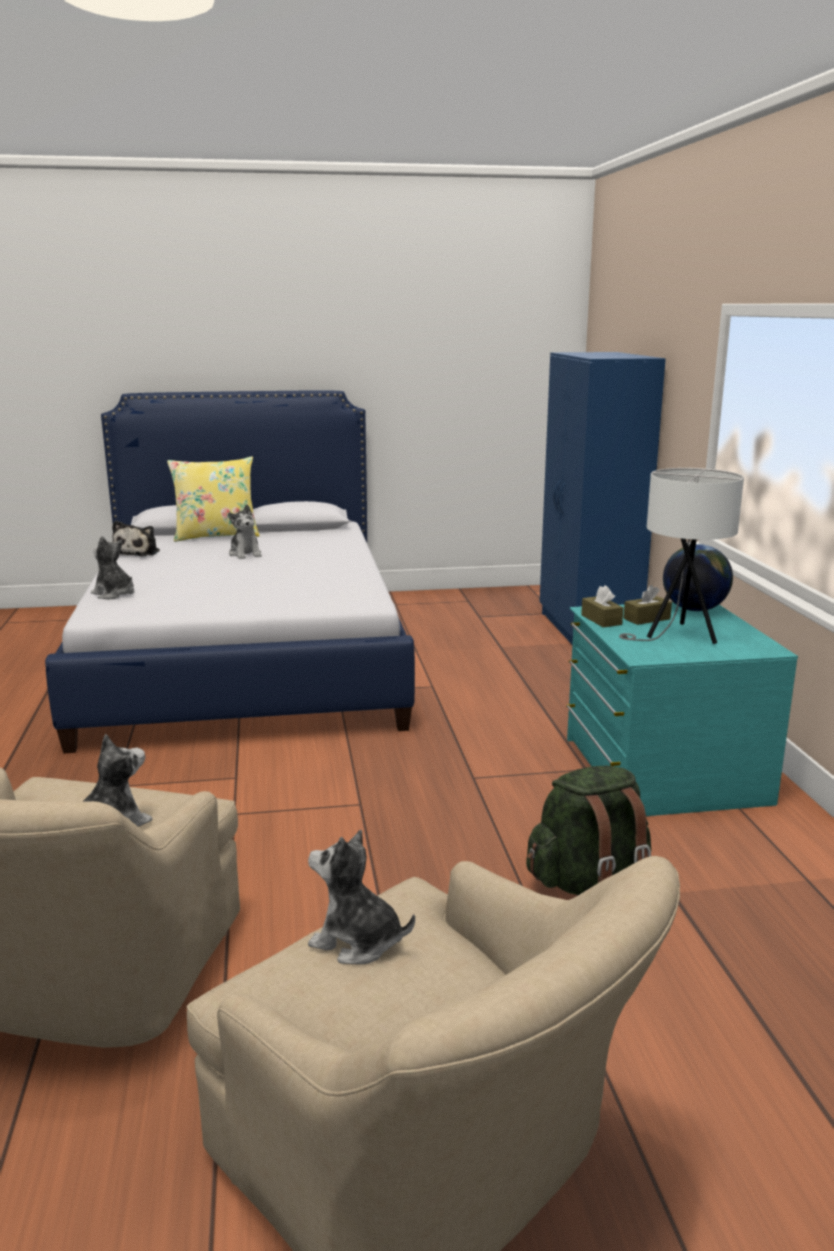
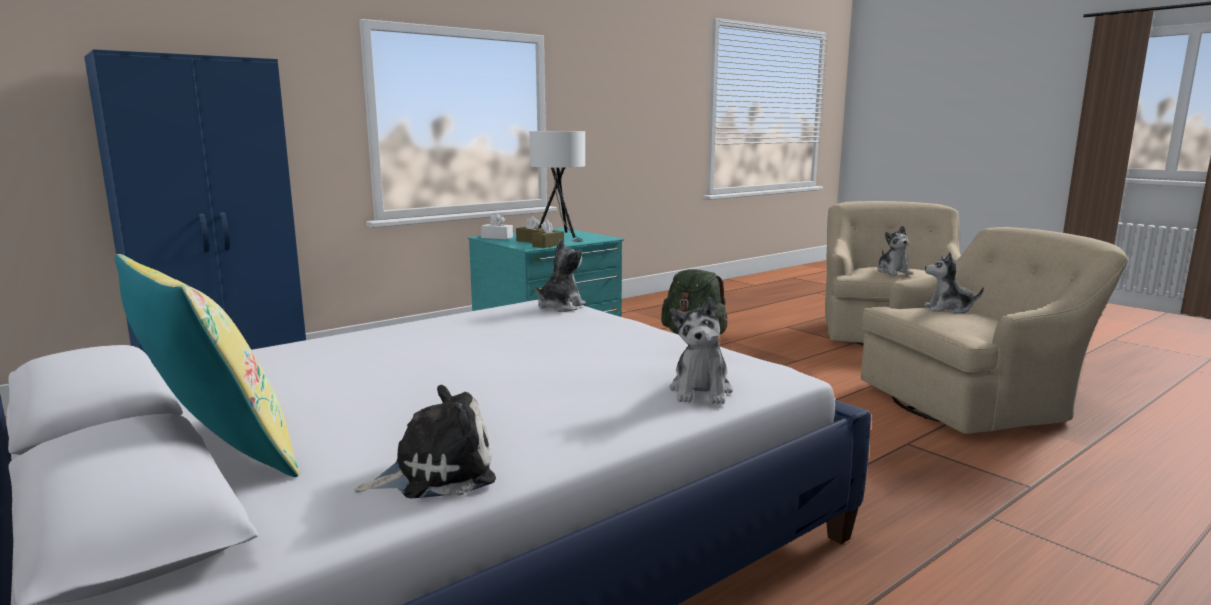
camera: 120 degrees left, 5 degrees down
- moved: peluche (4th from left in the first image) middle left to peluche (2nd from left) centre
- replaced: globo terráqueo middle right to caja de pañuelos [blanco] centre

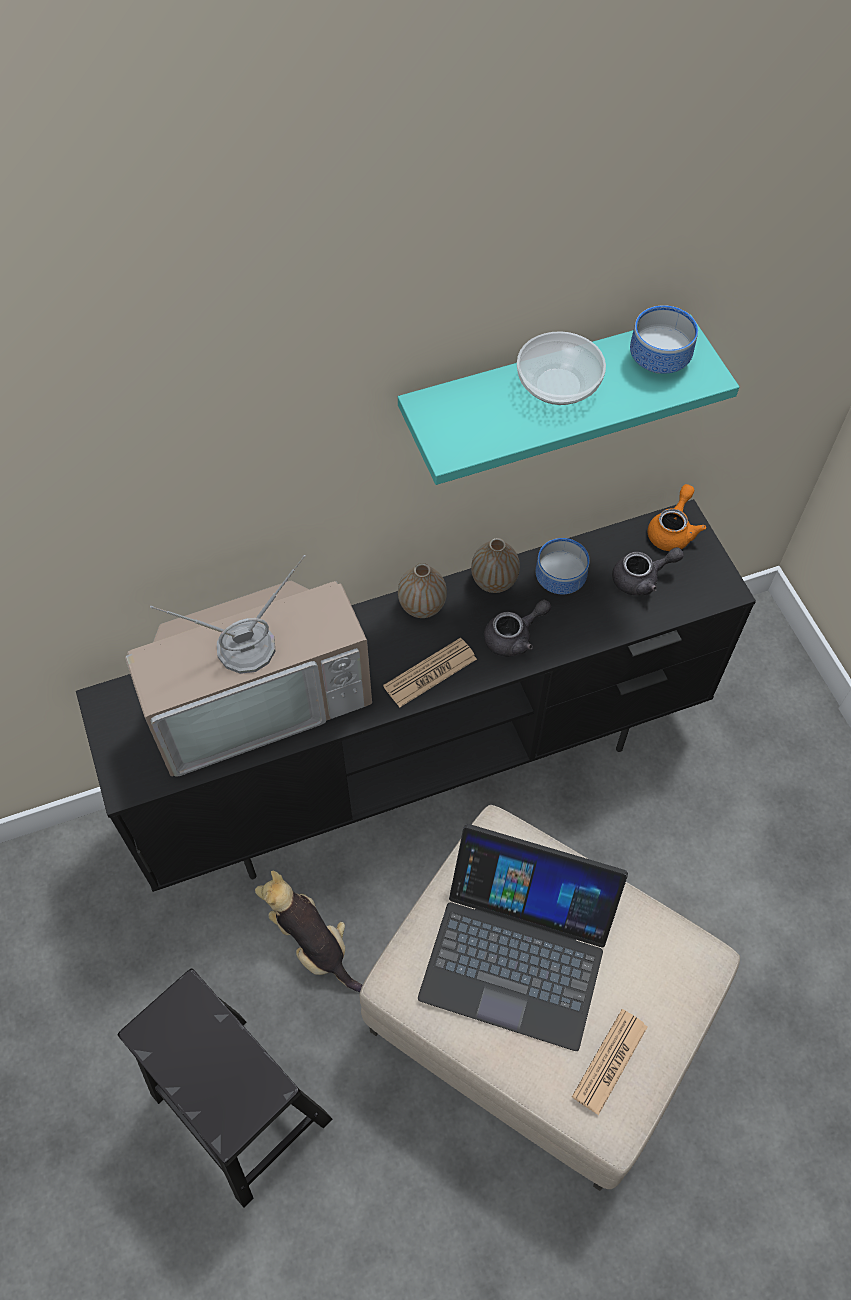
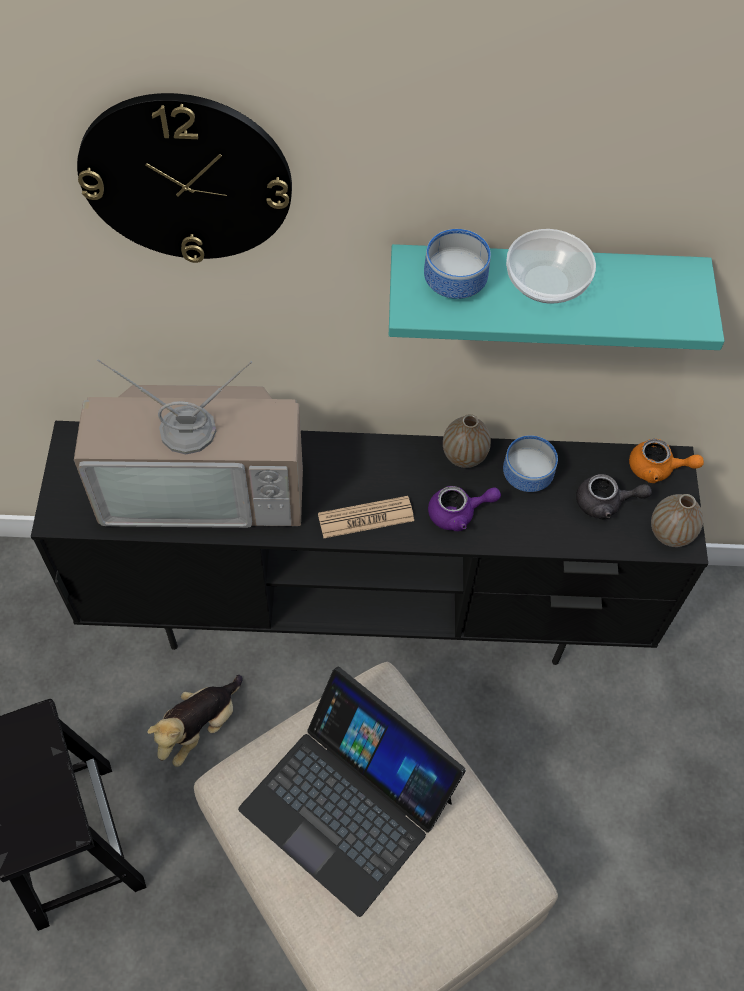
camera: 20 degrees right, 0 degrees up
- turned: peluche bottom centre = bottom left 120 degrees counterclockwise
- moved: florero (1st from left in the first image) centre to florero (2nd from left) middle right
- recoloured: tetera [gris] (1st from left) centre to tetera [morado] centre
- removed: periódico (2nd from left) bottom right
- moved: cuenco (3rd from left in the first image) top right to cuenco (1st from left) top centre
- turned: tetera [naranja] middle right = middle right 60 degrees clockwise
- added: reloj de pared top left

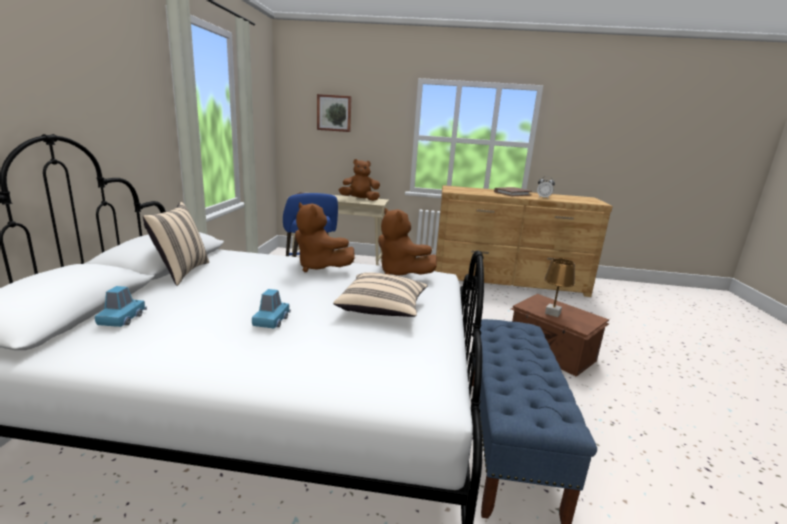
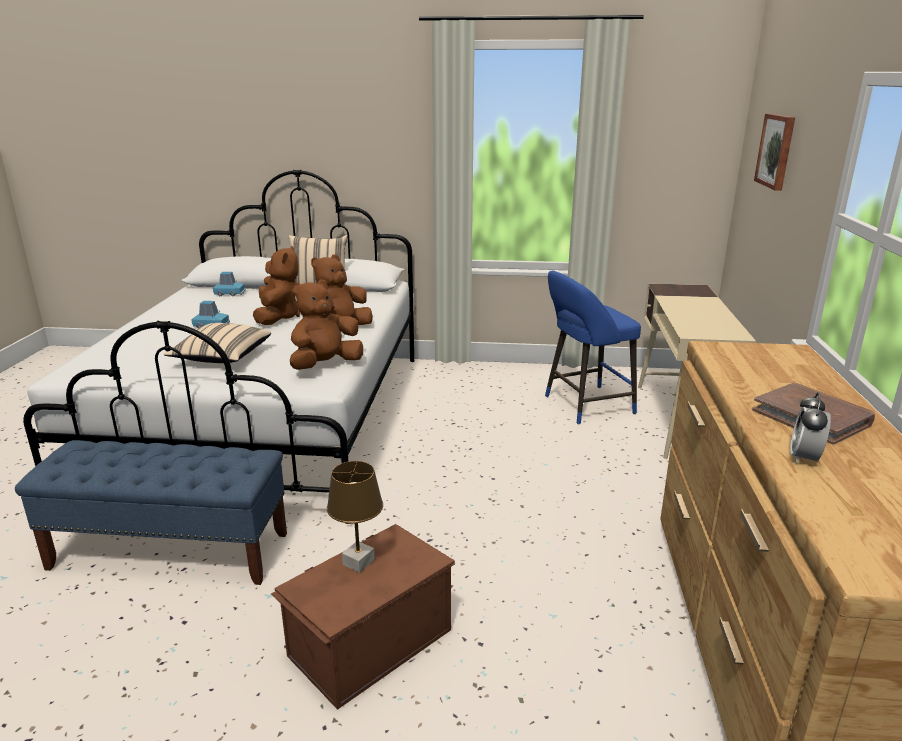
camera: 90 degrees right, 5 degrees up
- moved: peluche [marrón] (2nd from left in the first image) centre to peluche [marrón] (1st from left) middle left

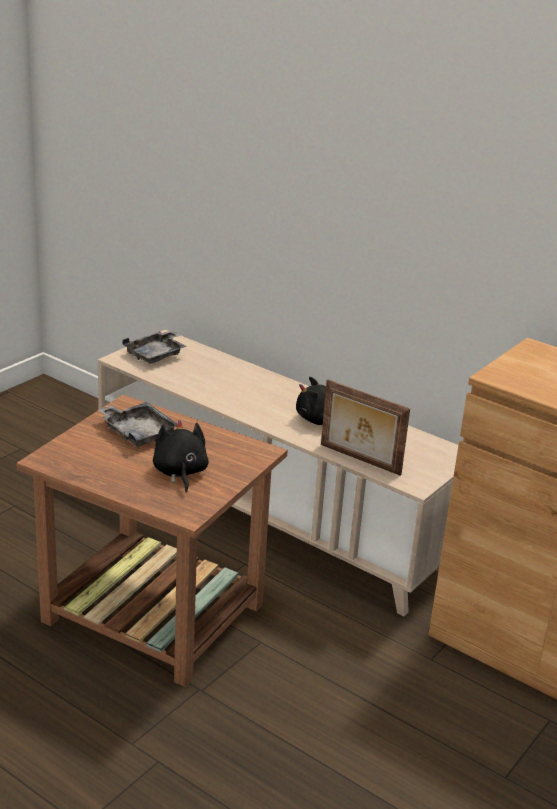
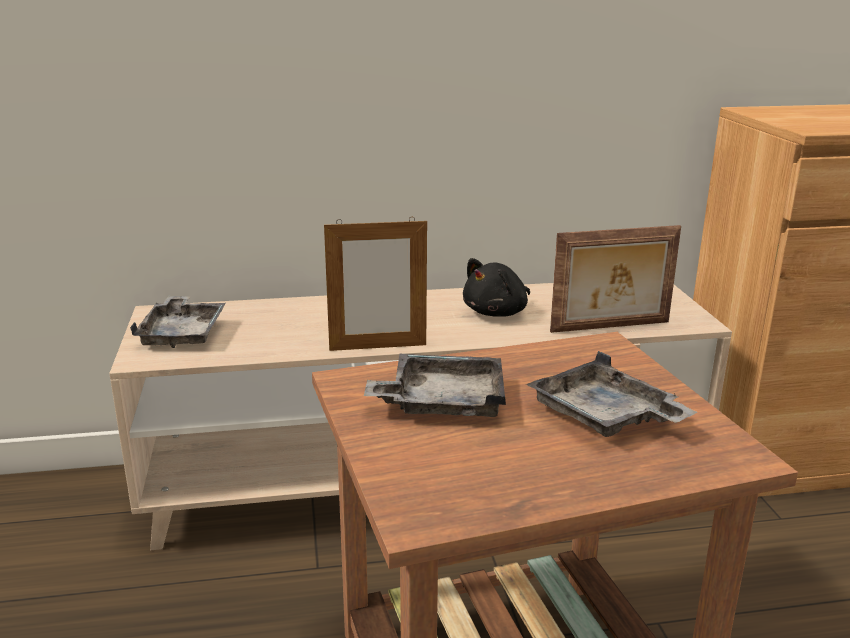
camera: 45 degrees left, 5 degrees down
- replaced: peluche [negro] (1st from left) middle left to bandeja [gris] (3rd from left) middle right
- added: portarretratos (1st from left) centre

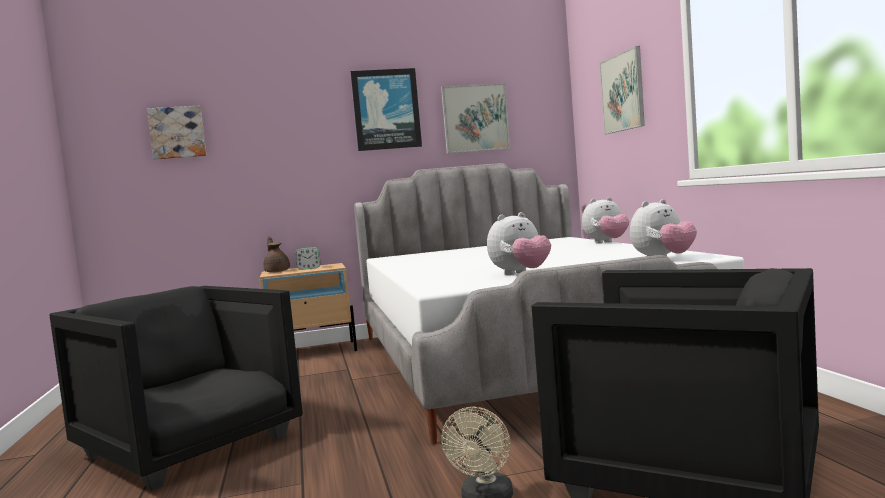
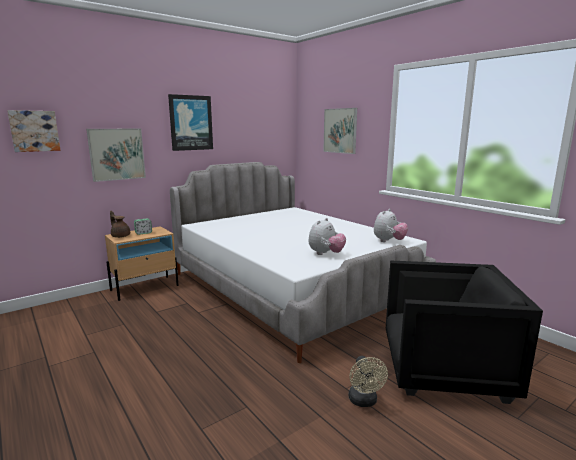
camera: 25 degrees left, 10 degrees up
- removed: sillón [negro] (1st from left) bottom left
- moved: cuadro (3rd from left in the first image) top centre to cuadro (2nd from left) middle left
- removed: peluche (2nd from left) middle right

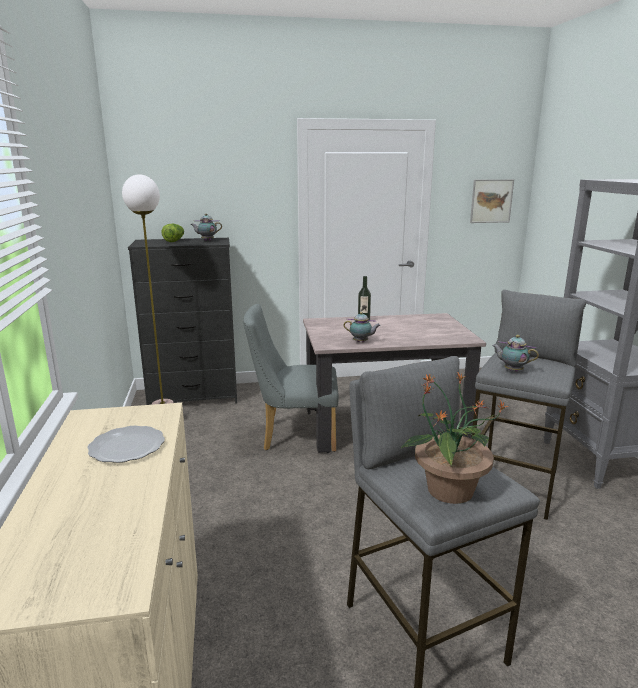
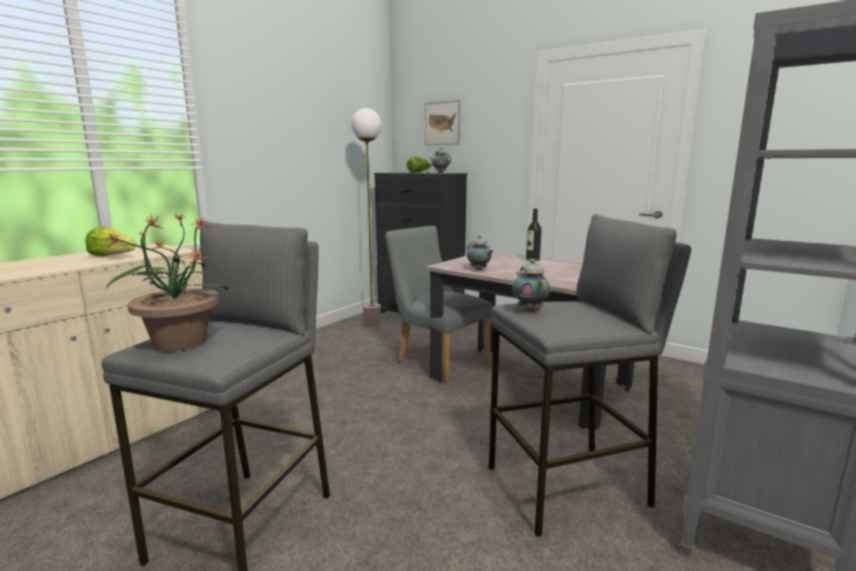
camera: 45 degrees right, 5 degrees down
- replaced: plato middle left to lechuga (1st from left) middle left
- moved: cuadro top right to top centre

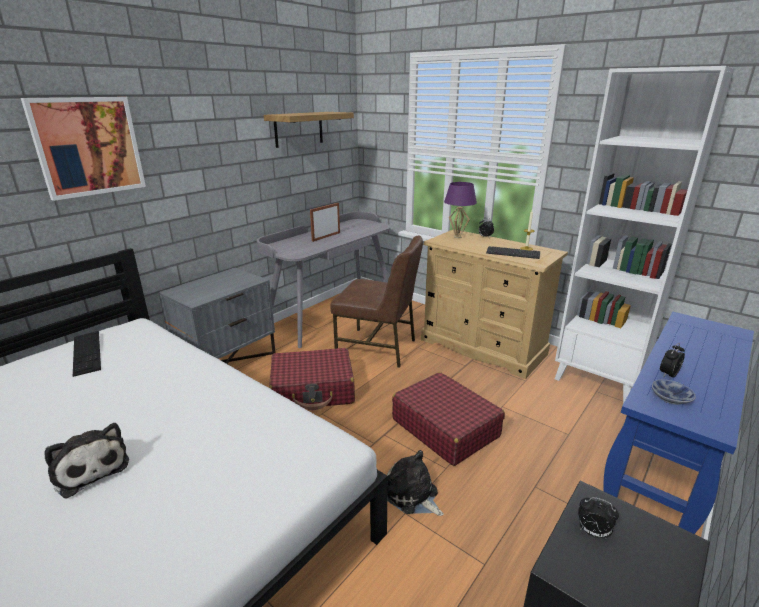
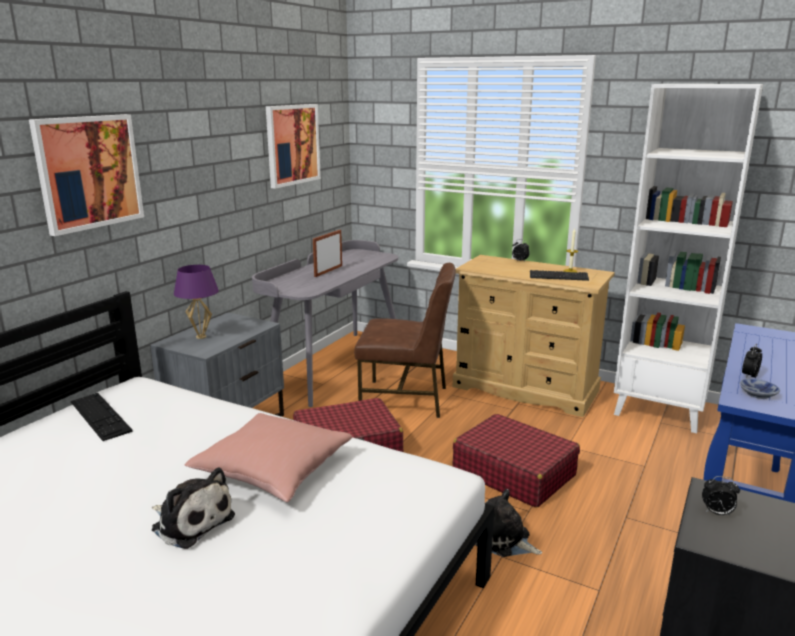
camera: 10 degrees left, 5 degrees down
- replaced: estante top centre to cuadro (2nd from left) top centre
- moved: lámpara de mesa [morado] centre to middle left
- added: cojín [rosa] bottom centre

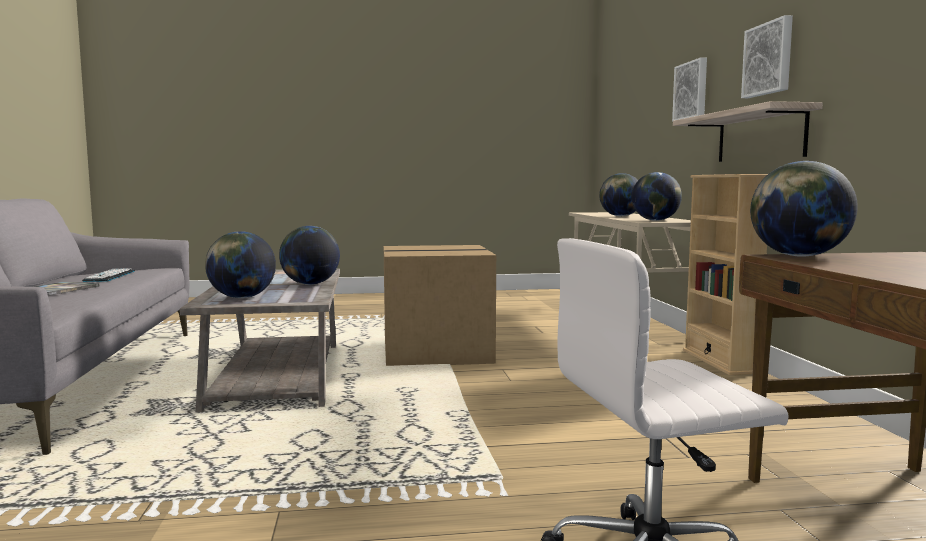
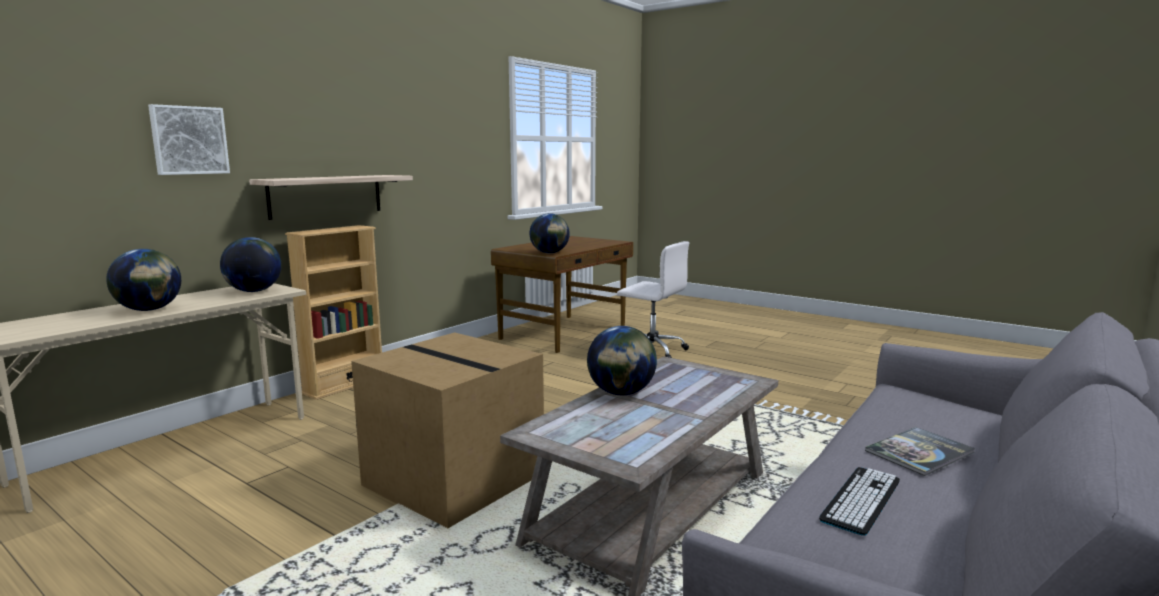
camera: 135 degrees left, 5 degrees up
- removed: globo terráqueo (1st from left) middle left
- removed: cuadro (2nd from left) top right

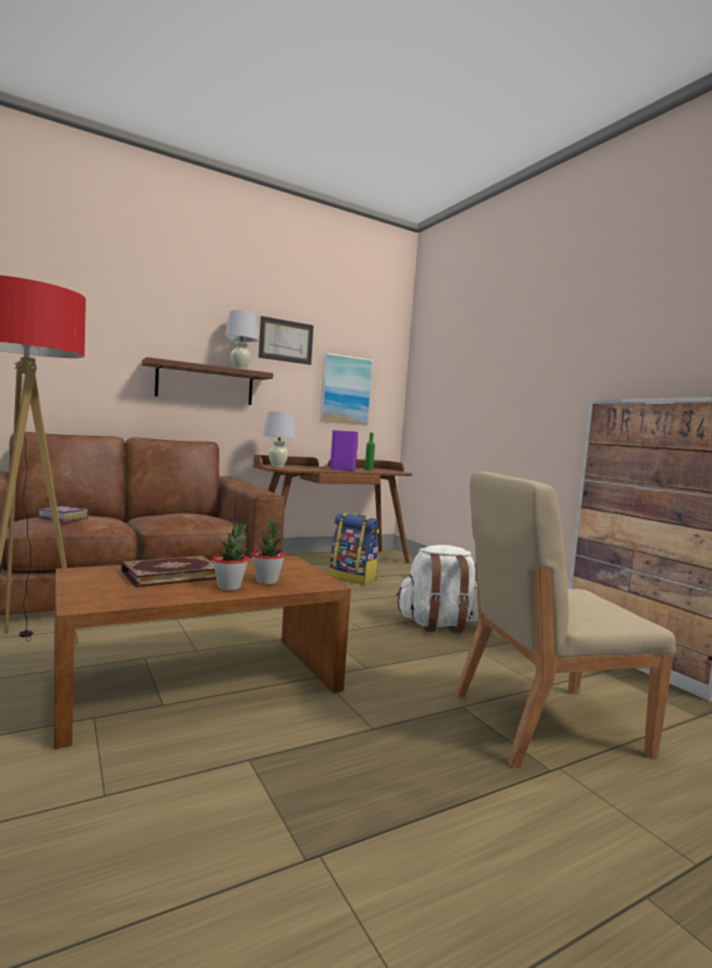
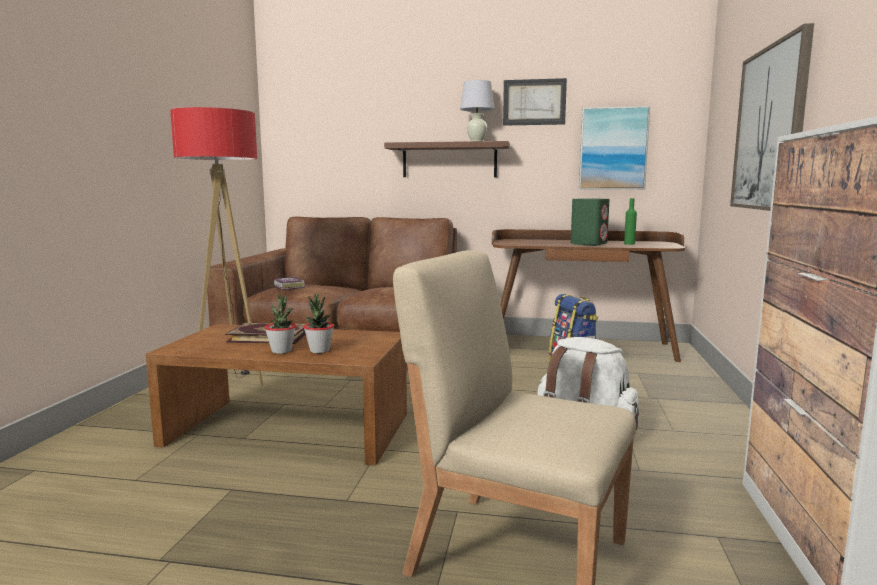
camera: 40 degrees right, 5 degrees up
- removed: lámpara de mesa [blanco] (2nd from left) centre
- recoloured: altavoz [morado] centre to altavoz [verde] middle right
- added: cuadro (3rd from left) top right

